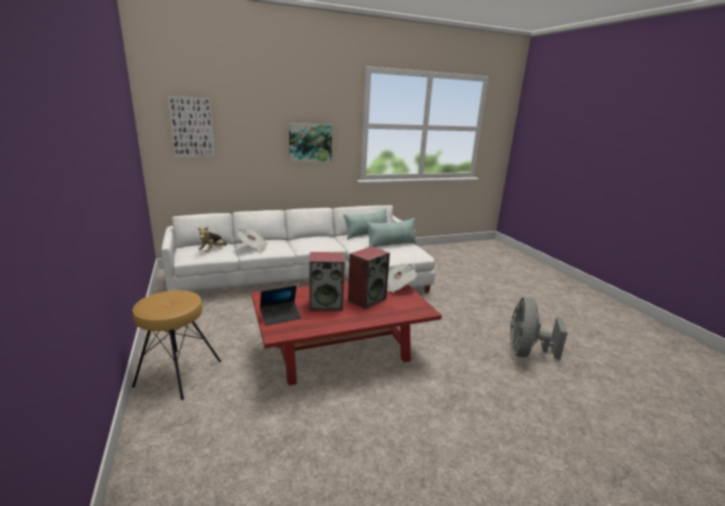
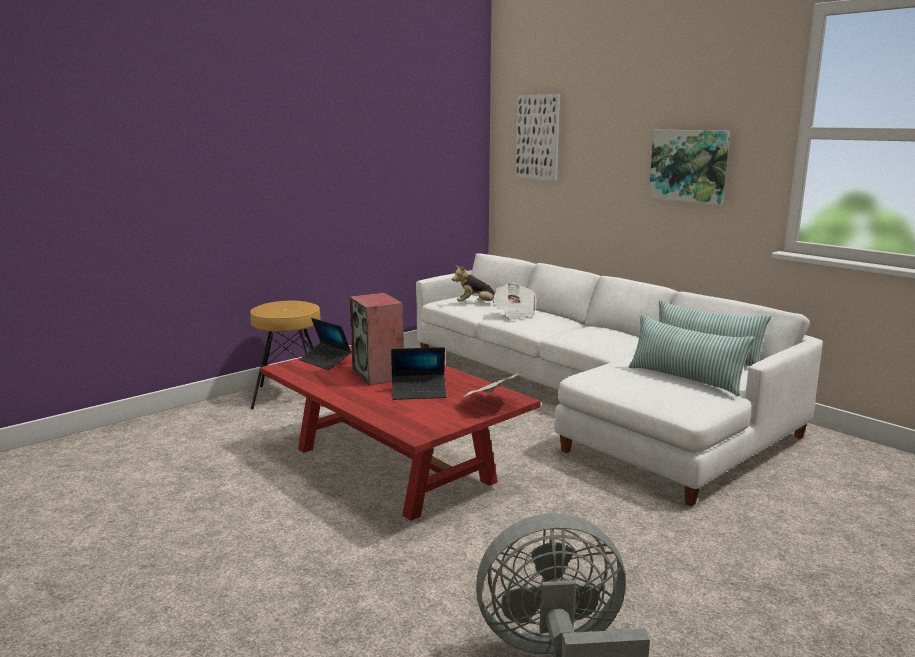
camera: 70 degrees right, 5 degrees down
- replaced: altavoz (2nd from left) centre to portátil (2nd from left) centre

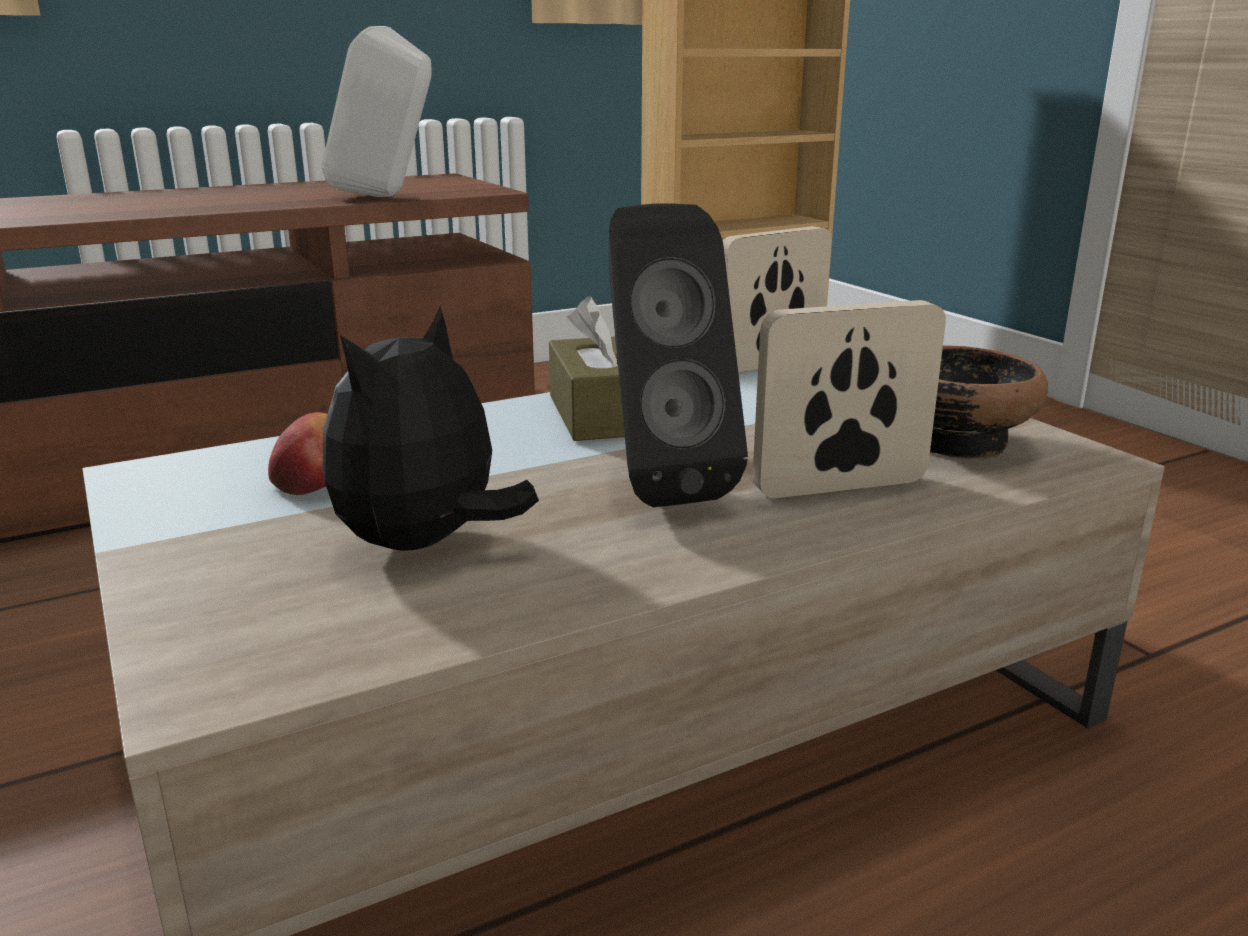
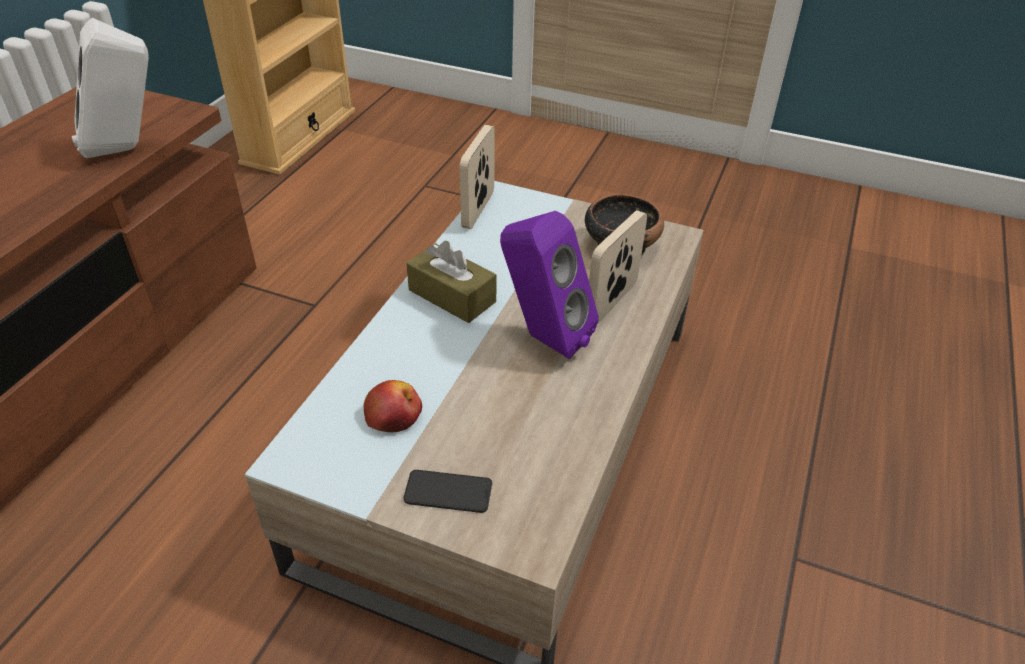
camera: 40 degrees left, 20 degrees up
- removed: peluche centre
- recoloured: altavoz [negro] centre to altavoz [morado] centre
- added: móvil bottom centre

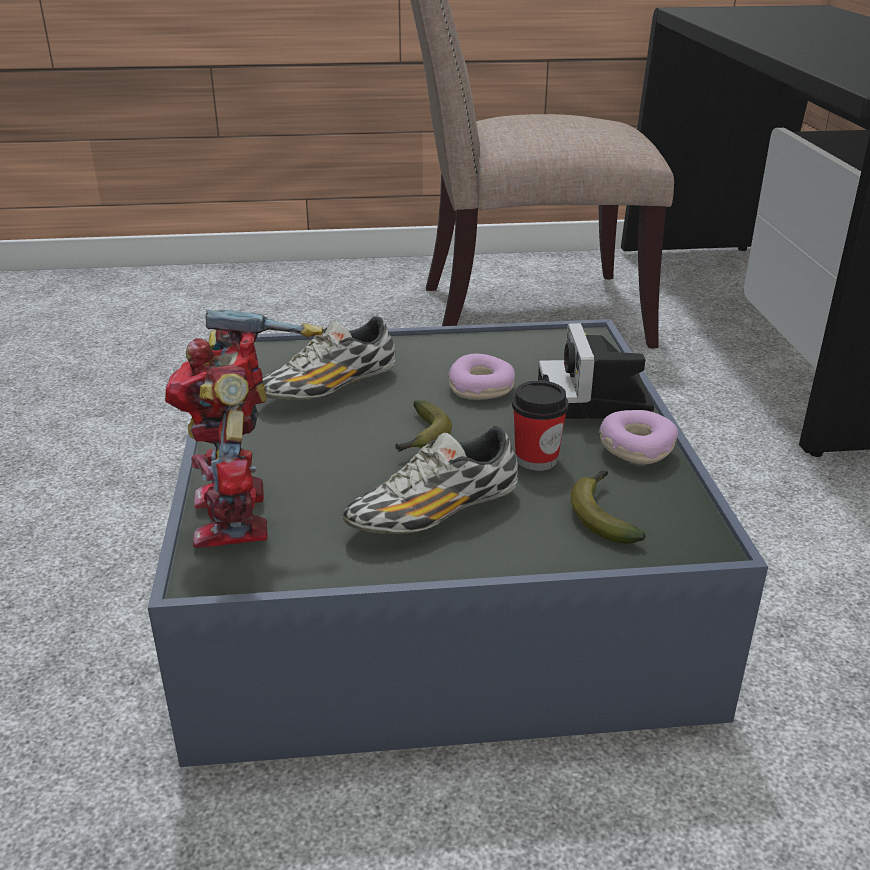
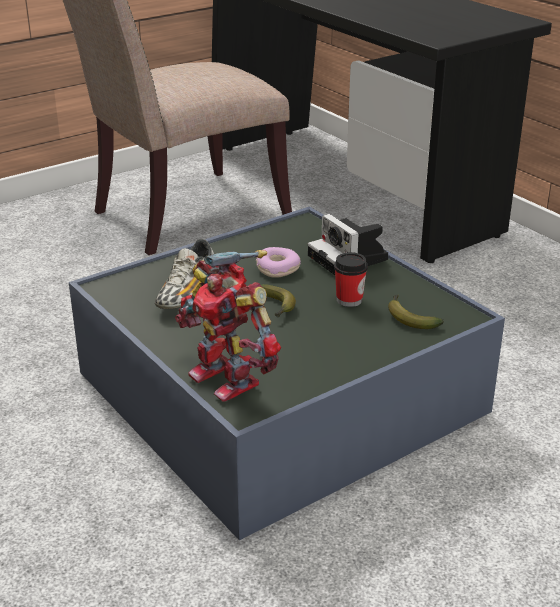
camera: 30 degrees left, 0 degrees up
- removed: zapato (2nd from left) centre
- removed: rosquilla (2nd from left) middle right

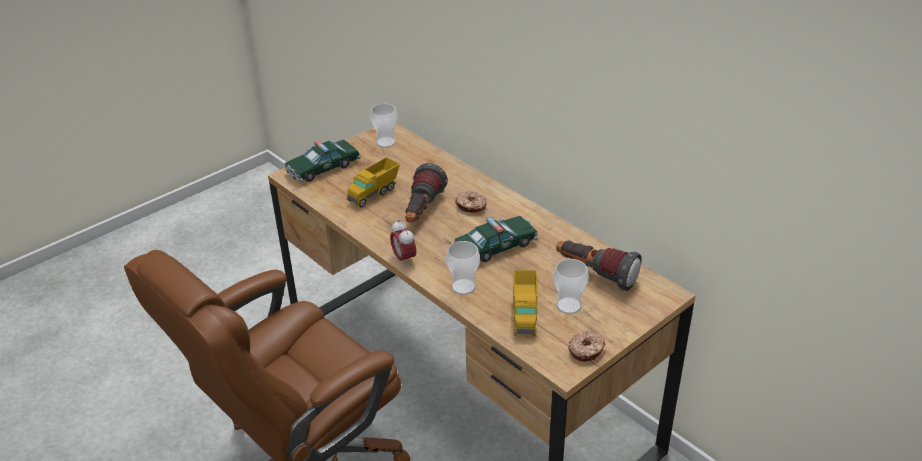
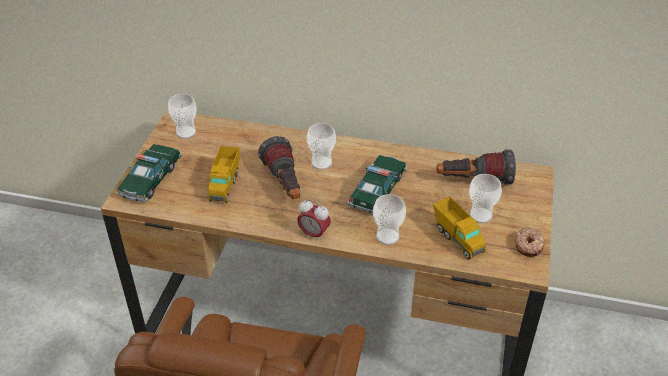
camera: 35 degrees left, 5 degrees up
- replaced: rosquilla (1st from left) centre to taza (2nd from left) centre

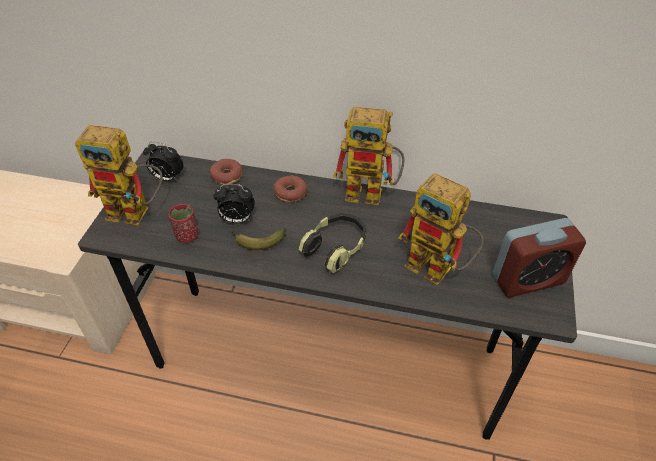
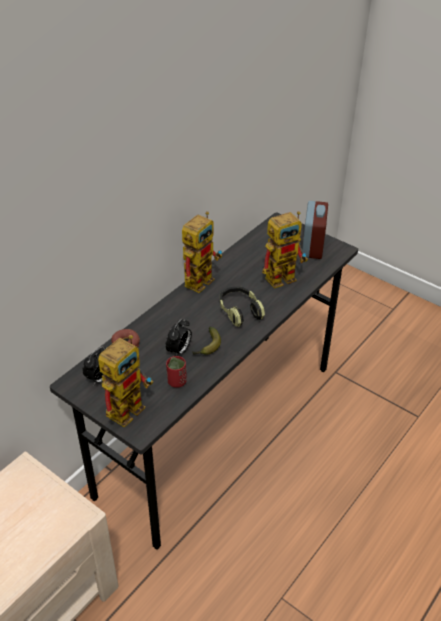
camera: 65 degrees left, 5 degrees down
- removed: rosquilla (2nd from left) centre

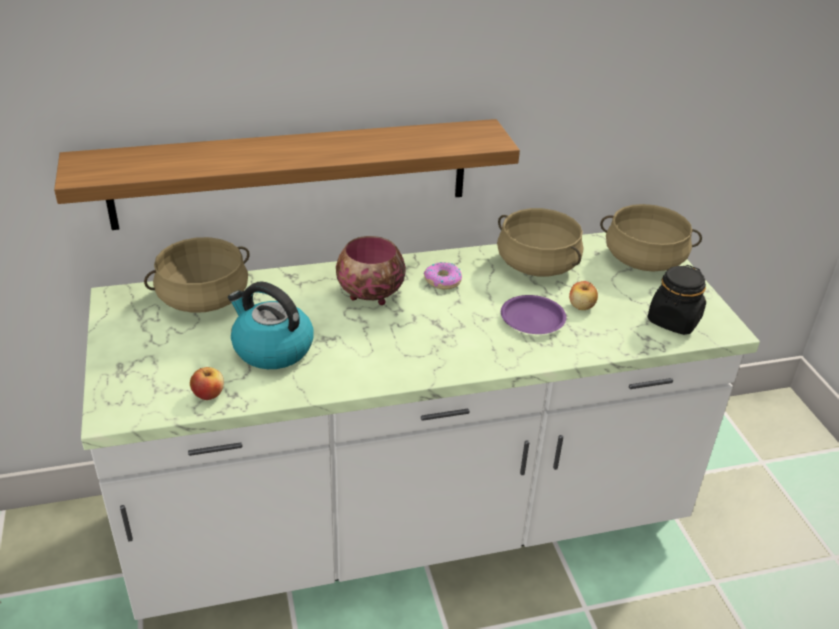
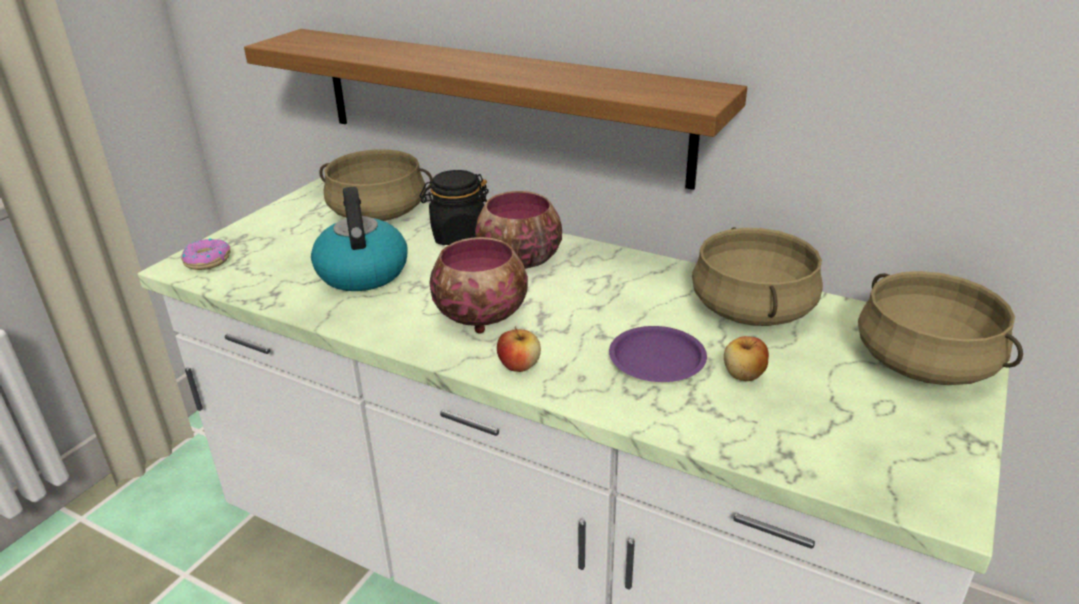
camera: 45 degrees right, 5 degrees down
- moved: manzana (1st from left) middle left to centre
- moved: rosquilla centre to middle left
- moved: tarro [negro] middle right to centre
- added: cuenco (1st from left) centre

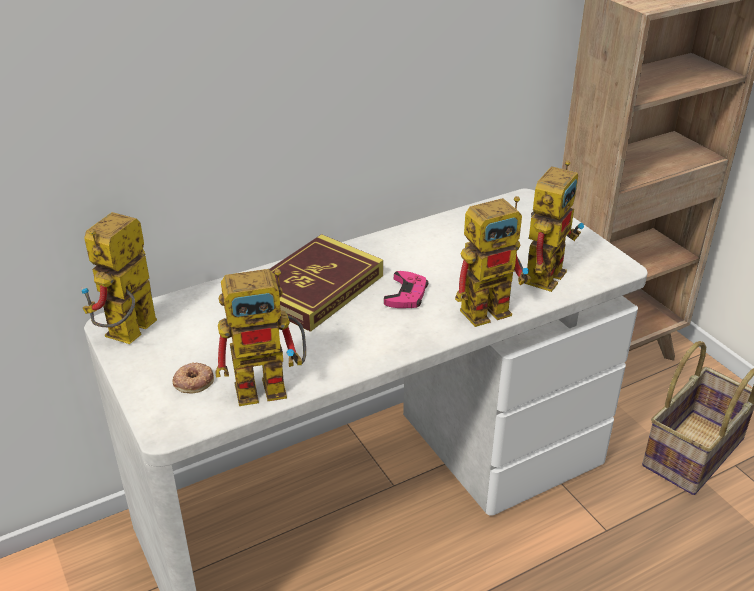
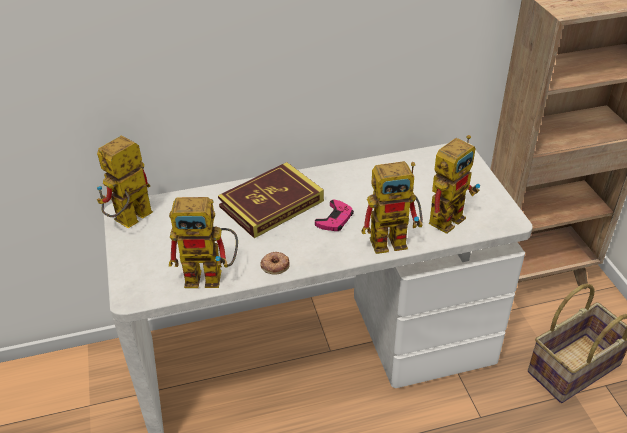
camera: 15 degrees right, 5 degrees up
- moved: rosquilla middle left to centre

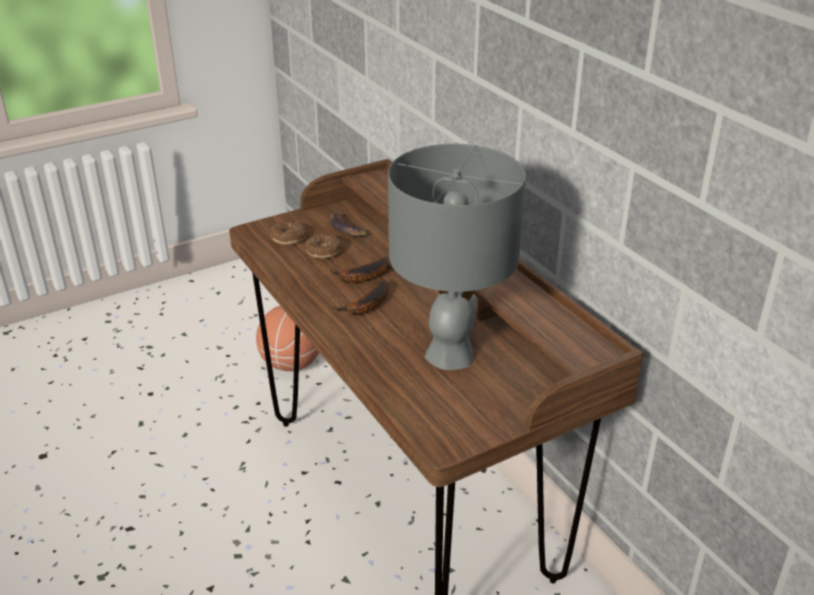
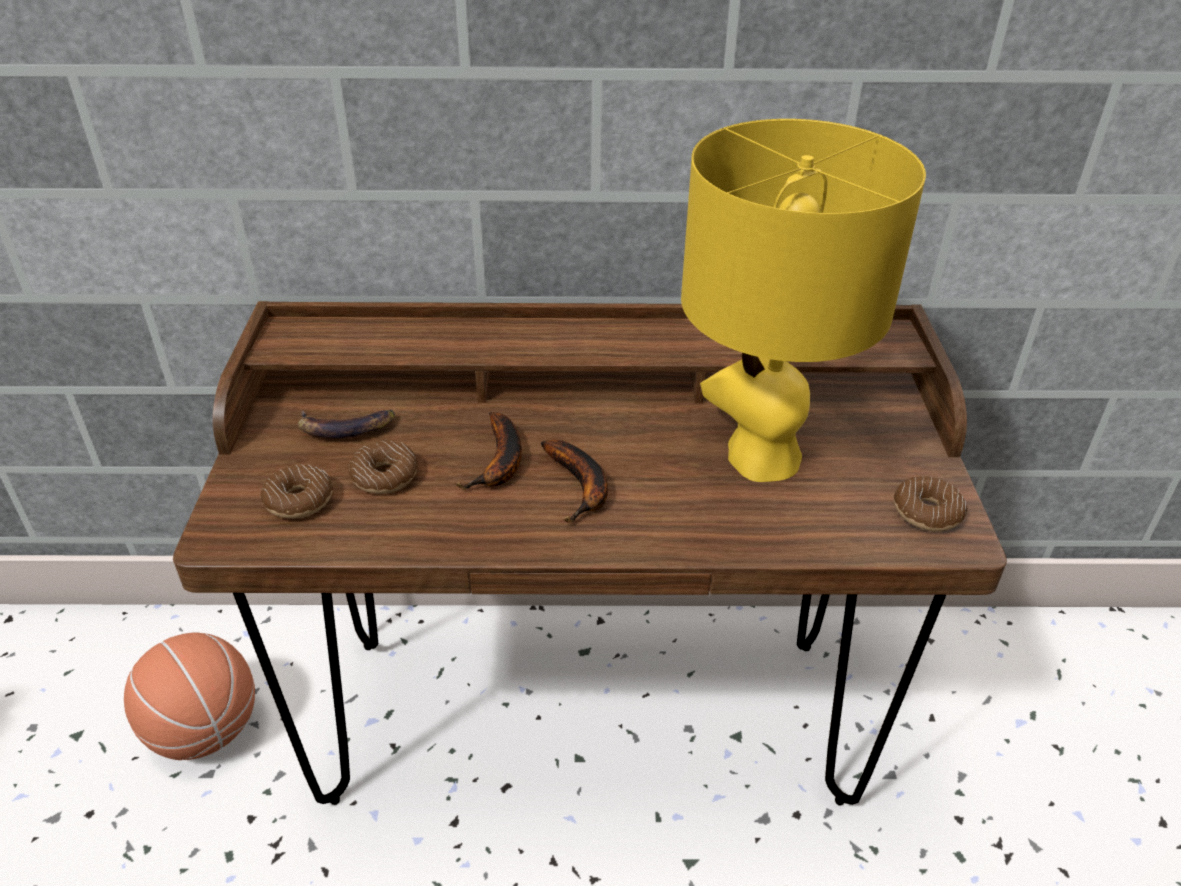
camera: 60 degrees left, 5 degrees up
- recoloured: lámpara de mesa [gris] centre to lámpara de mesa [amarillo] middle right
- added: rosquilla (3rd from left) middle right

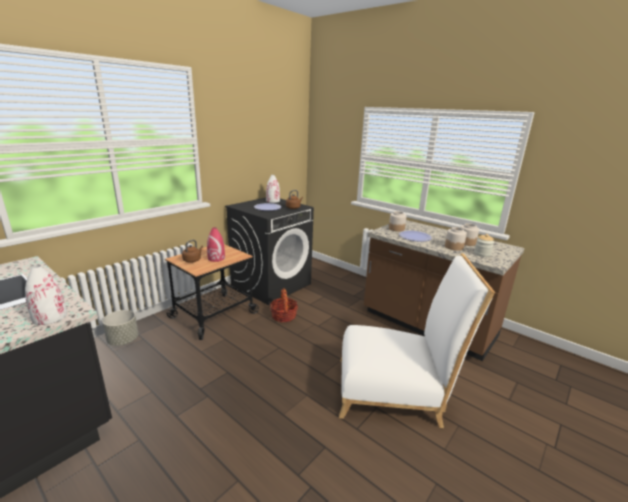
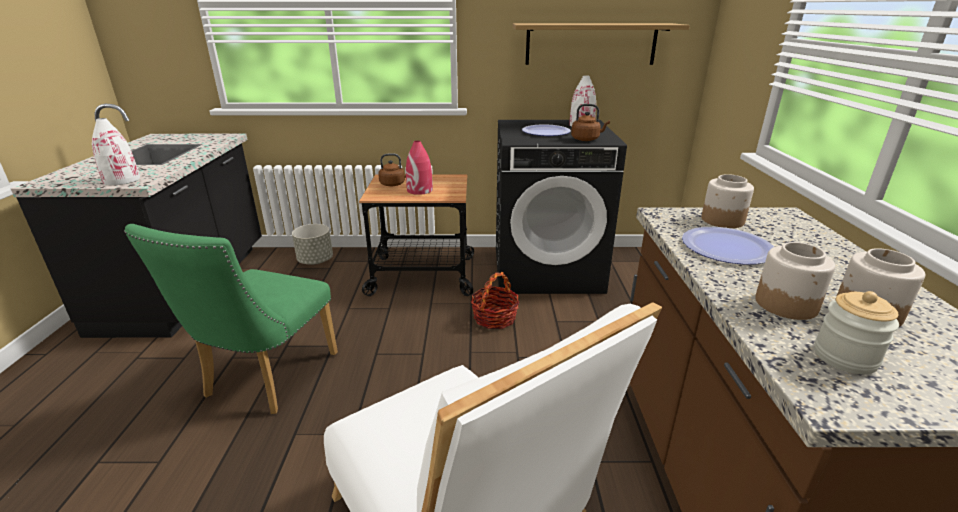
camera: 50 degrees right, 5 degrees up
- added: silla [verde] middle left
- added: estante top centre

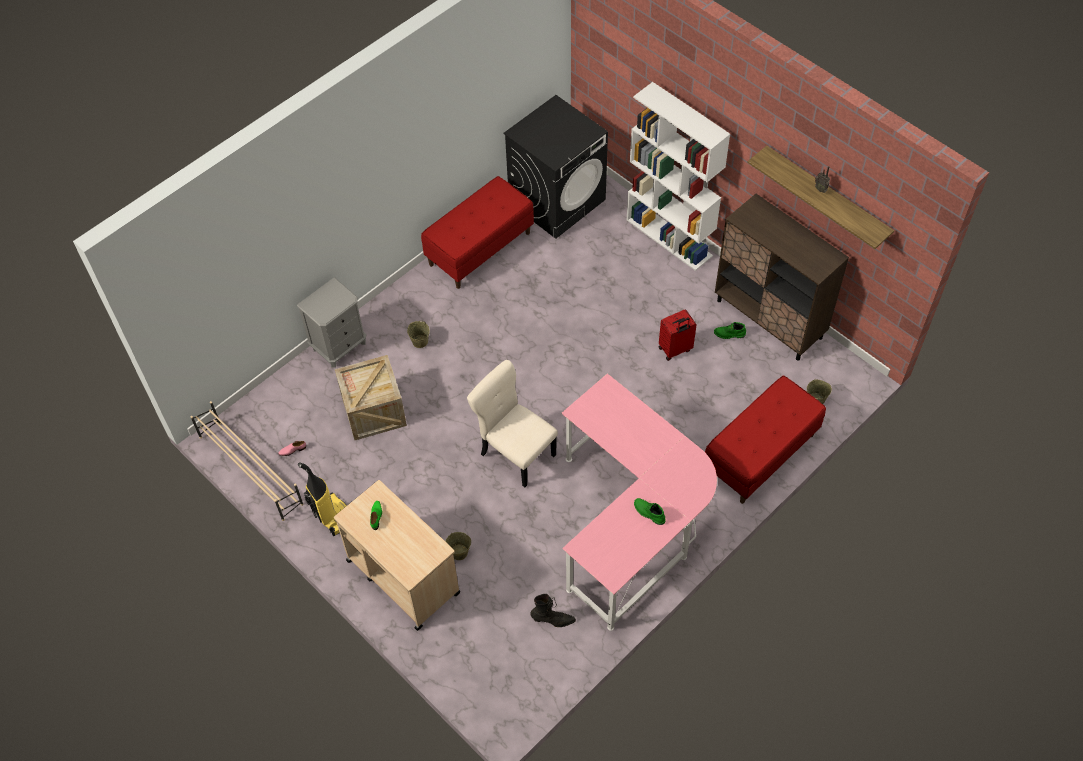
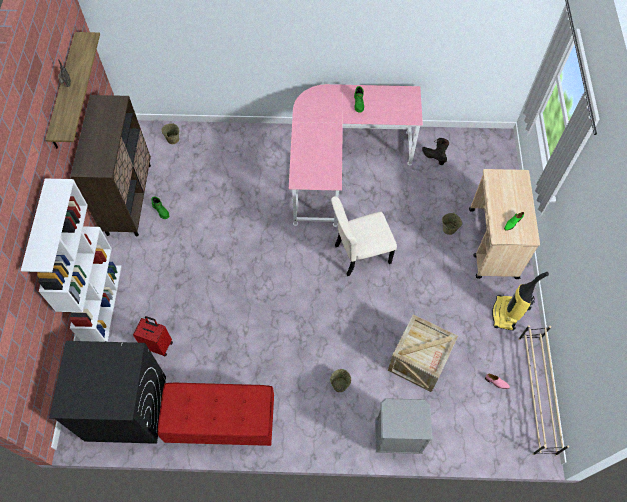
camera: 135 degrees left, 5 degrees up
- turned: silla [beis] centre = centre 75 degrees clockwise
- moved: maleta [rojo] centre to bottom left
- removed: banco [rojo] (2nd from left) middle right

